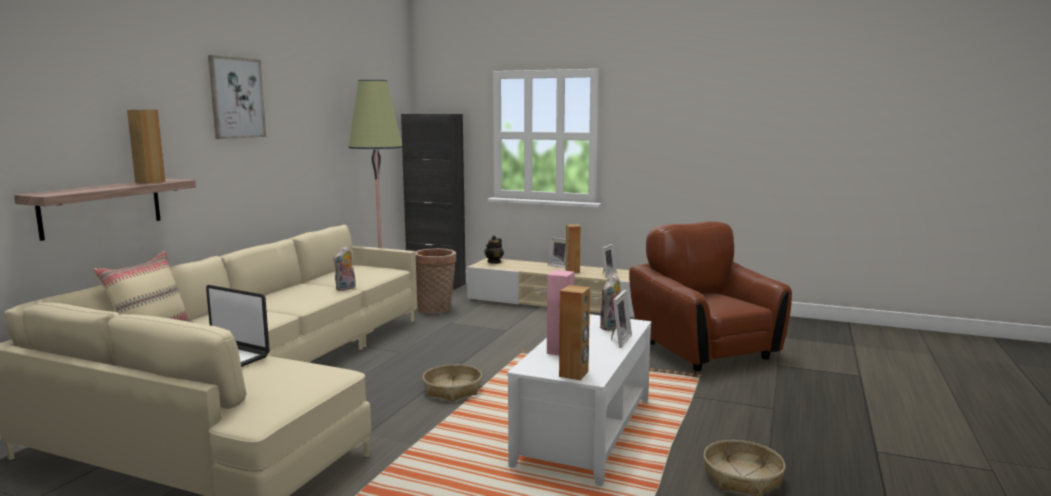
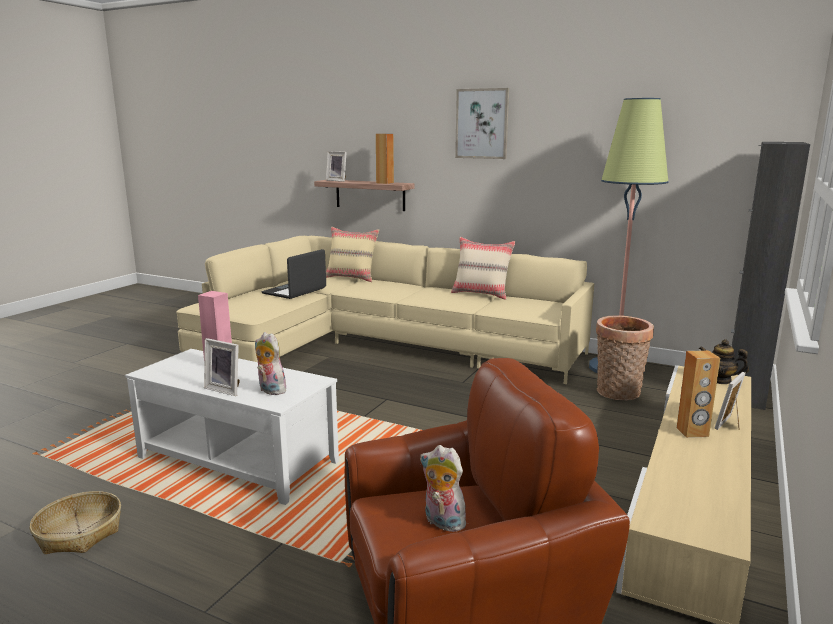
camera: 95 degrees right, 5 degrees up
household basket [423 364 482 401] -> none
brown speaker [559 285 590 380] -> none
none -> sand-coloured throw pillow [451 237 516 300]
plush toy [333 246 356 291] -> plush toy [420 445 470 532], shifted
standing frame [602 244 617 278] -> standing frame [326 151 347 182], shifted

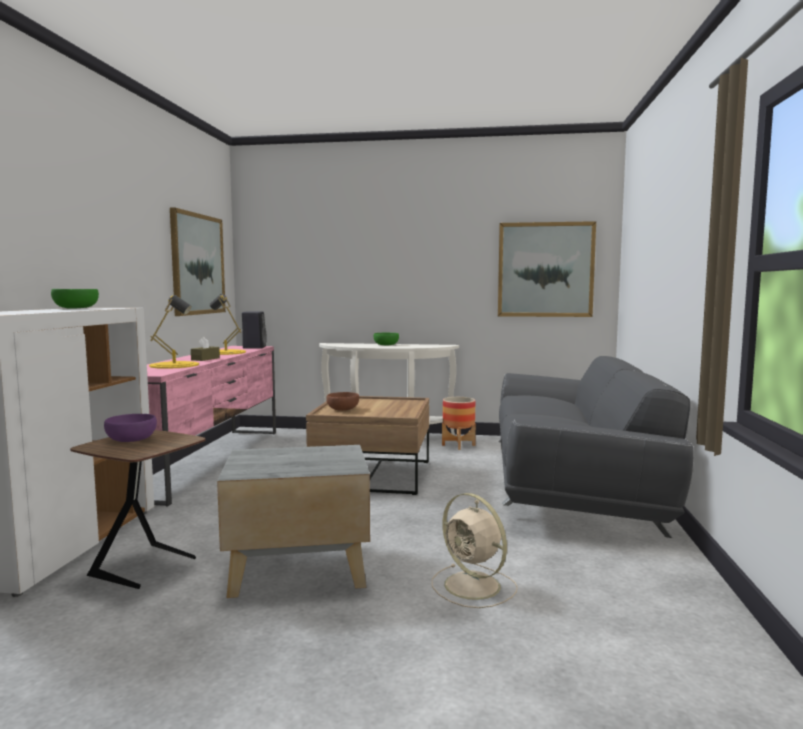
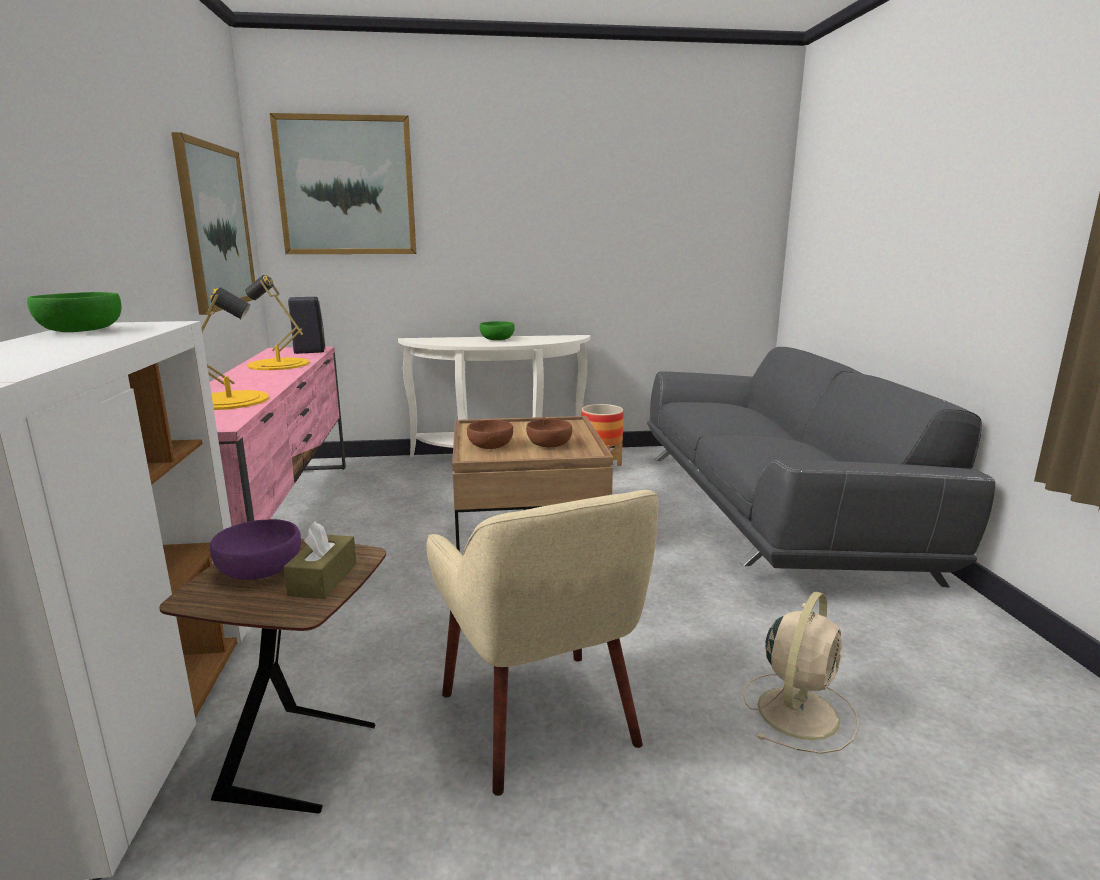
camera: 15 degrees left, 10 degrees up
none -> brown serving bowl [526 419 572 447]
brown tissue box [191 337 220 361] -> brown tissue box [284 522 356 599], shifted
wall picture [498 221 596 317] -> wall picture [270 113 416 254], shifted
grey accent table [217 445 370 598] -> sand-coloured easy chair [427 490 658 796]
sand-coloured electric fan [432 493 518 608] -> sand-coloured electric fan [744 592 859 754], 90 degrees counterclockwise

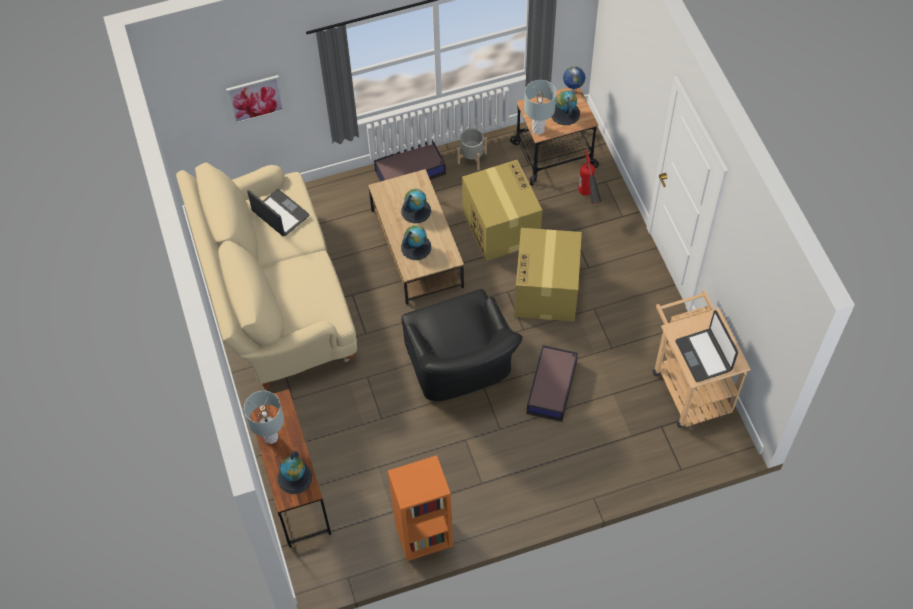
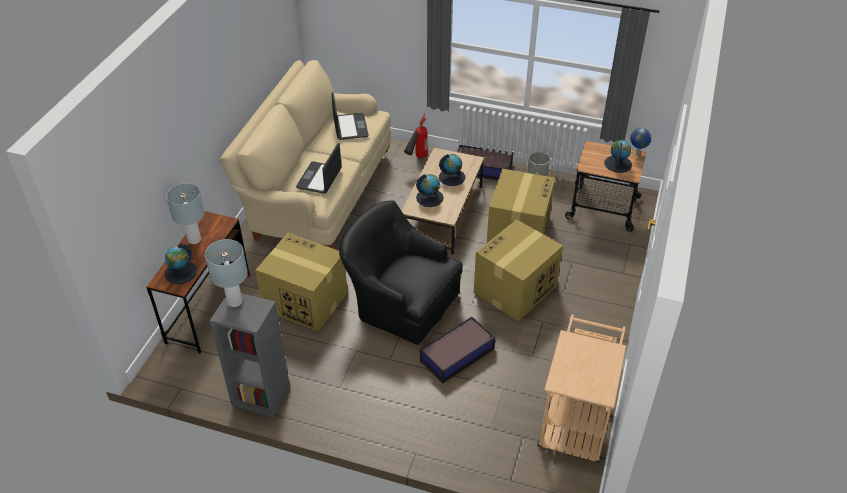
camera: 35 degrees right, 15 degrees down
wall picture [226 75 285 124] -> none
none -> cardboard box [255 233 348 332]
grey lamp for a table [524 80 556 135] -> grey lamp for a table [205 239 248 307], shifted
fire-fighting cylinder [578 150 602 204] -> fire-fighting cylinder [404 114 428 158], shifted
laptop [676 310 738 382] -> laptop [296 143 342 194], shifted
orange-coloured bookshelf [388 455 453 561] -> grey bookshelf [210 293 290 417]
black easy chair [401 289 523 401] -> black easy chair [339 201 463 345], 105 degrees clockwise

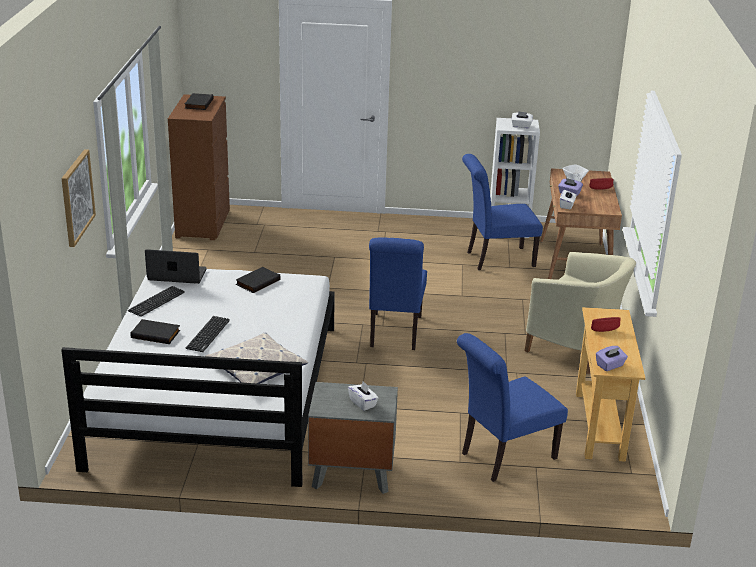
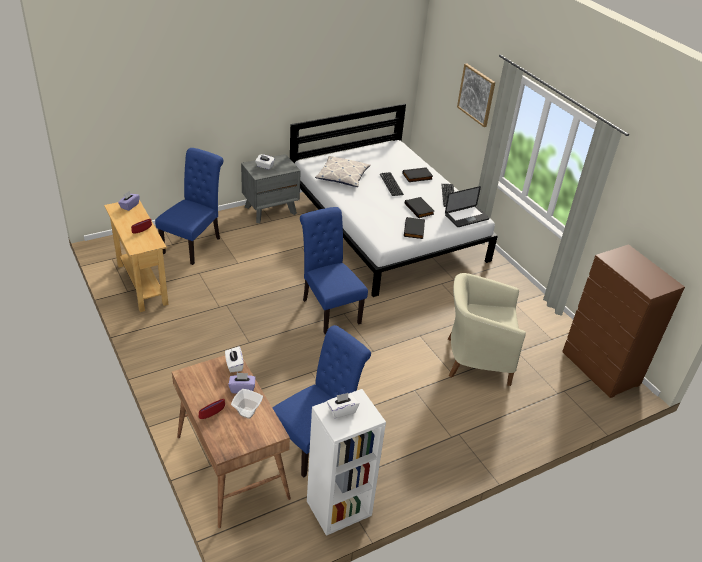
camera: 145 degrees right, 10 degrees up
black book [185 93 214 110] -> black book [405 197 434 218], shifted
sand-coloured easy chair [525 252 636 374] -> sand-coloured easy chair [448 273 526 386], shifted

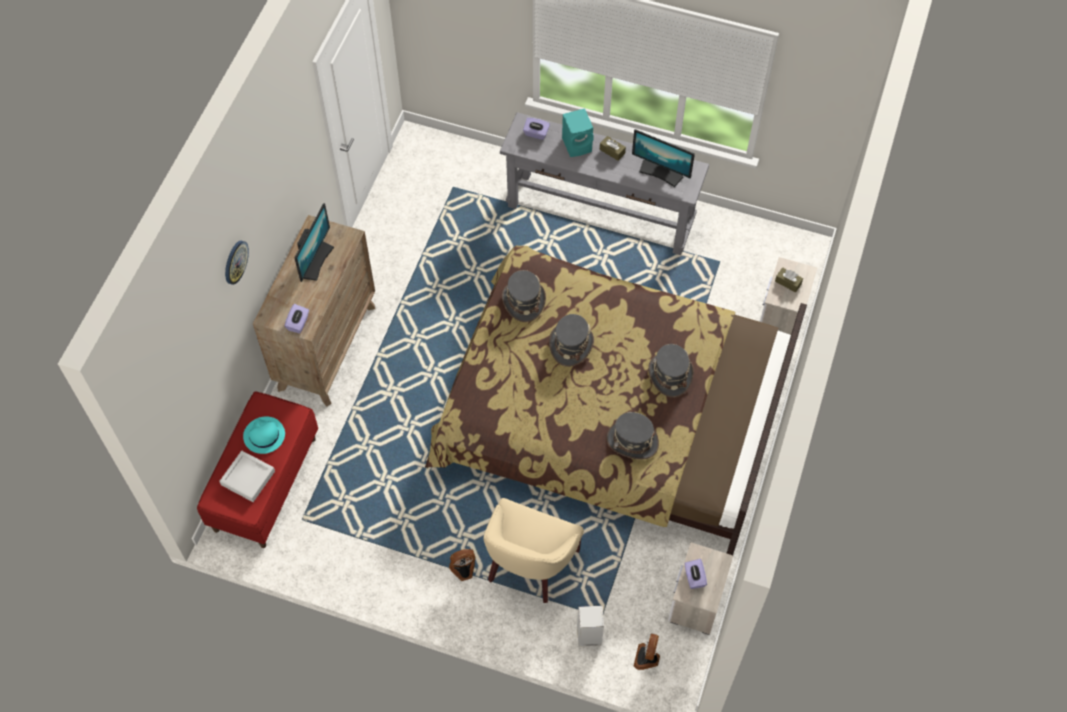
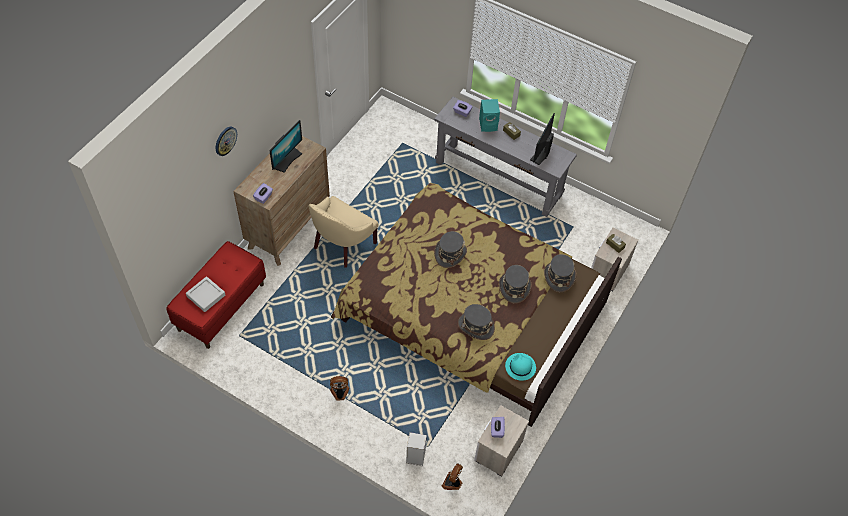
camera: 10 degrees right, 5 degrees down
turquoise-coloured hat [243 416 285 454] -> turquoise-coloured hat [505 353 536 381], shifted
sand-coloured easy chair [483 498 584 603] -> sand-coloured easy chair [308 196 379 268], shifted
grey hat [502 270 546 322] -> grey hat [544 254 576 293], shifted
monitor [632 129 695 187] -> monitor [530 113 555 165], 75 degrees clockwise

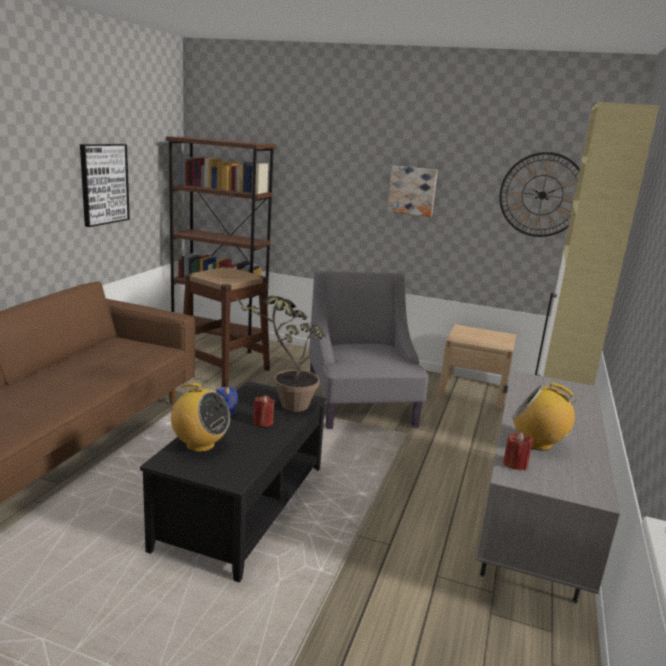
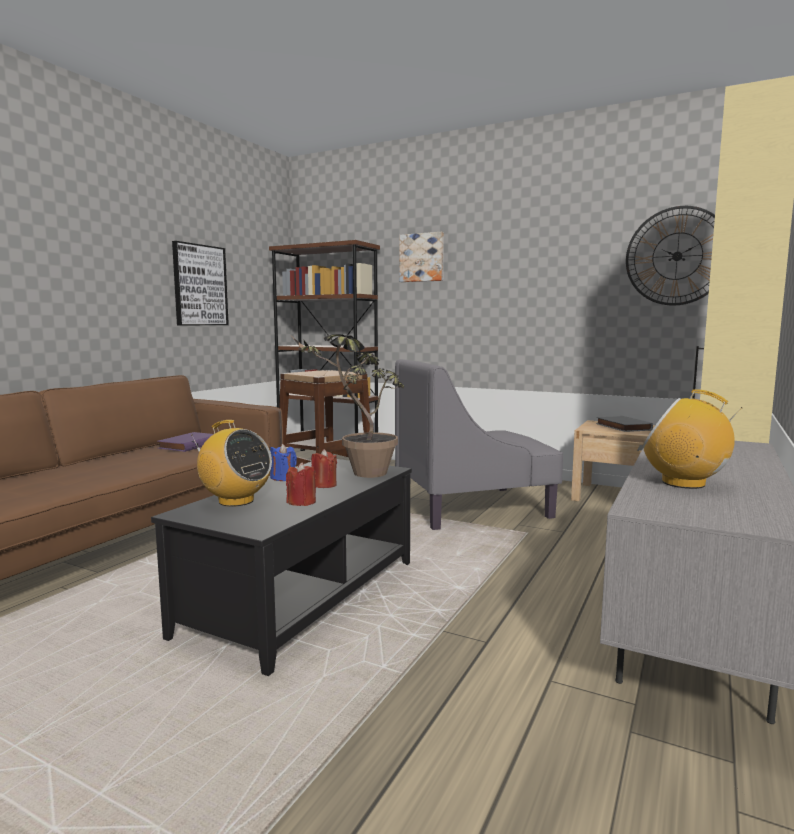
camera: 10 degrees right, 10 degrees down
none -> purple-coloured book [157 432 213 452]
none -> grey book [596 416 653 432]
wall picture [387 166 438 217] -> wall picture [399 232 444 282], shifted
reddish candle [503 432 533 470] -> reddish candle [286 462 316 506], shifted
grey easy chair [309 271 429 429] -> grey easy chair [395 359 563 530], 105 degrees counterclockwise

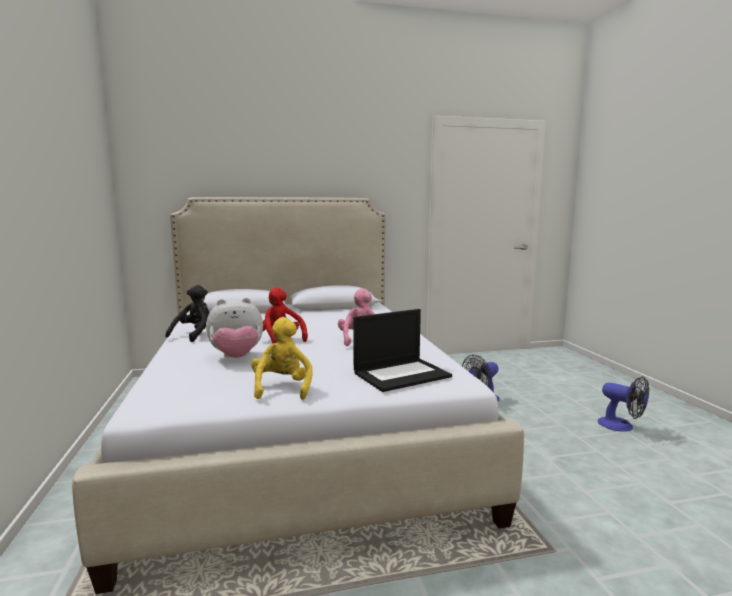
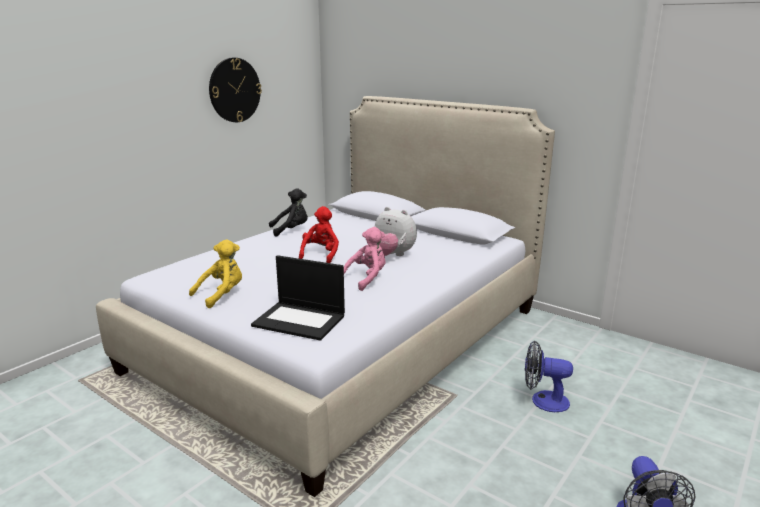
camera: 50 degrees right, 10 degrees up
none -> hanging clock [209 58 262 122]
plush toy [206 298 263 358] -> plush toy [375 207 417 256], shifted

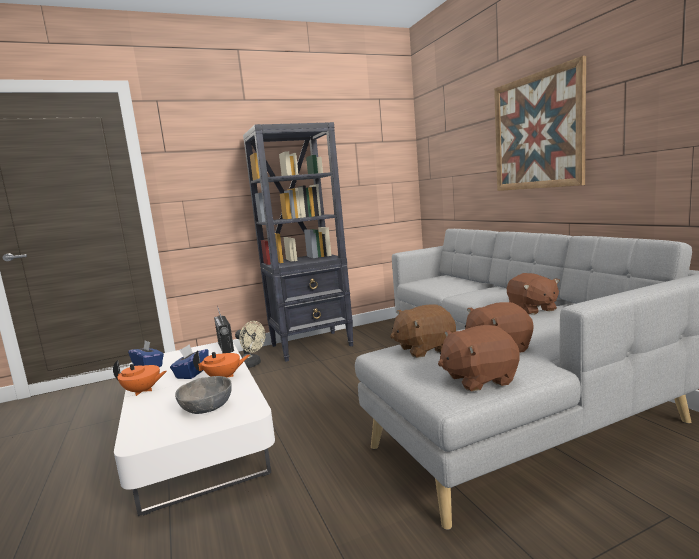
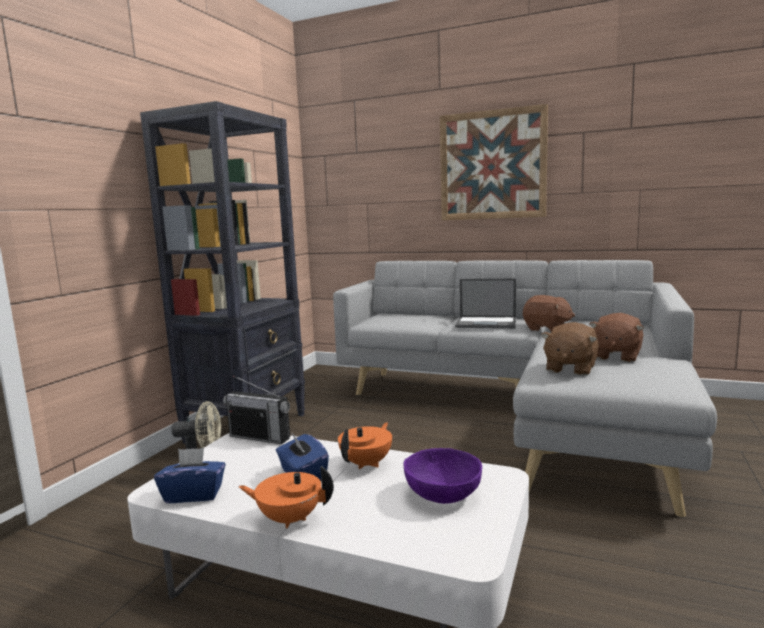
camera: 45 degrees left, 0 degrees up
brown plush toy [438 325 520 391] -> none
none -> laptop [455 278 516 329]
grey serving bowl [175 376 232 414] -> purple-coloured serving bowl [404 448 482 504]
orange-coloured pot for tea [113 360 167 396] -> orange-coloured pot for tea [239 466 334 528], 135 degrees counterclockwise

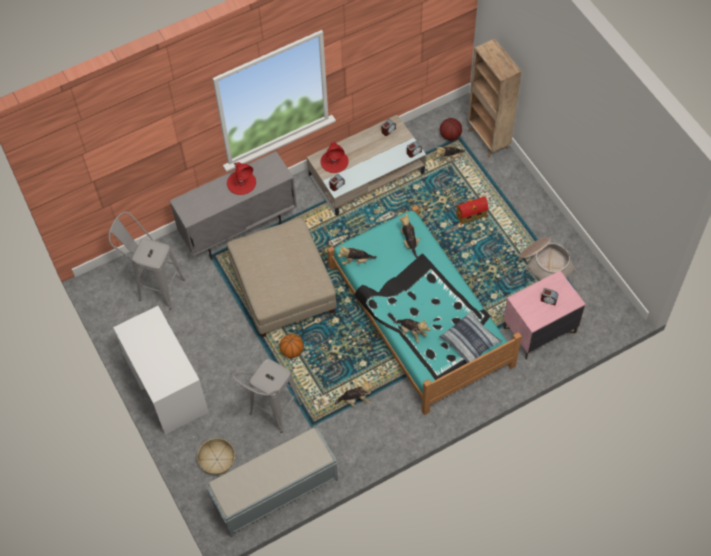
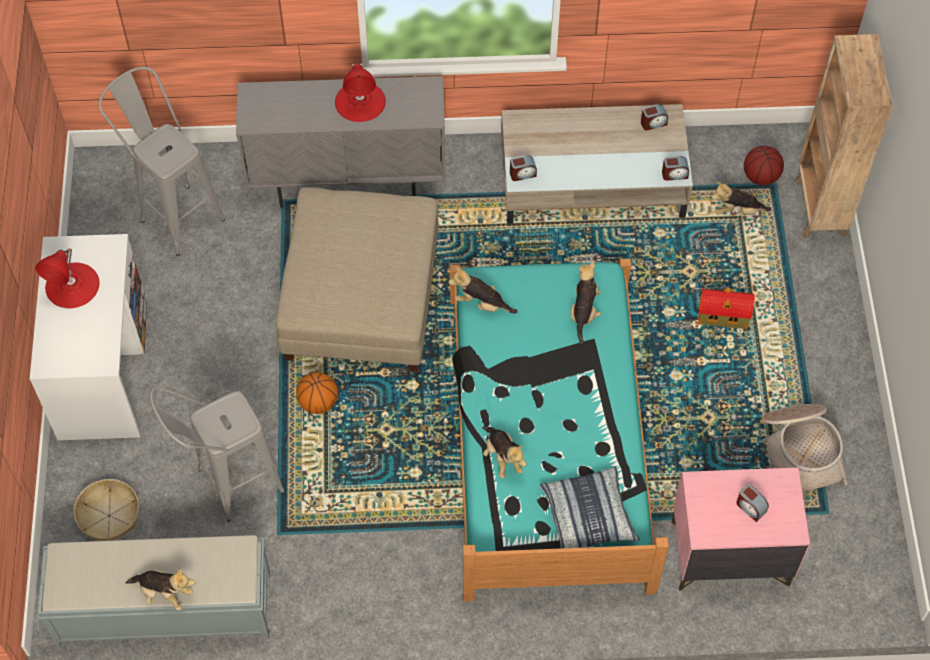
camera: 25 degrees right, 0 degrees up
reddish lamp for a table [320 141 349 173] -> reddish lamp for a table [35 249 100 308], shifted
plush toy [335 381 374 407] -> plush toy [126 568 195 611], shifted

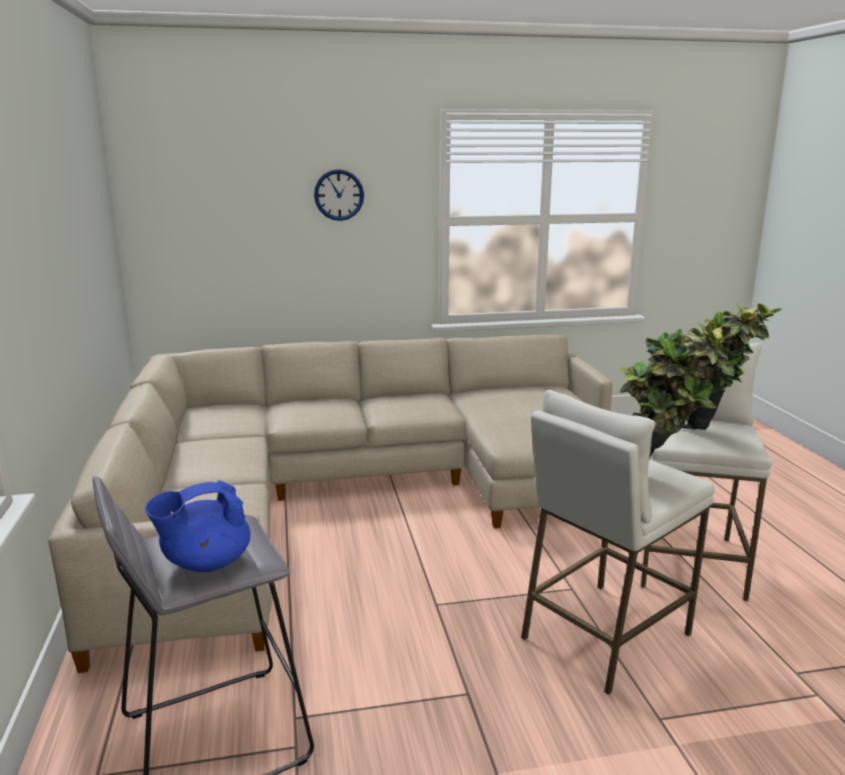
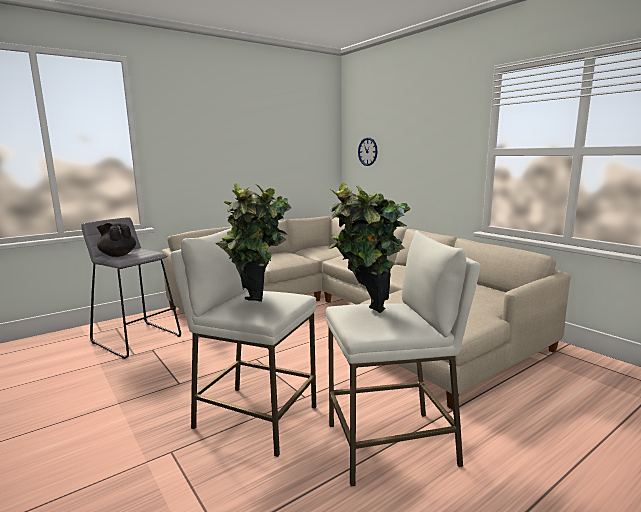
camera: 65 degrees right, 5 degrees down
hanging clock [314 169 364 221] -> hanging clock [358 137 378 166], shifted
blue-coloured pot for tea [145 480 250 572] -> black pot for tea [97 221 136 257]

